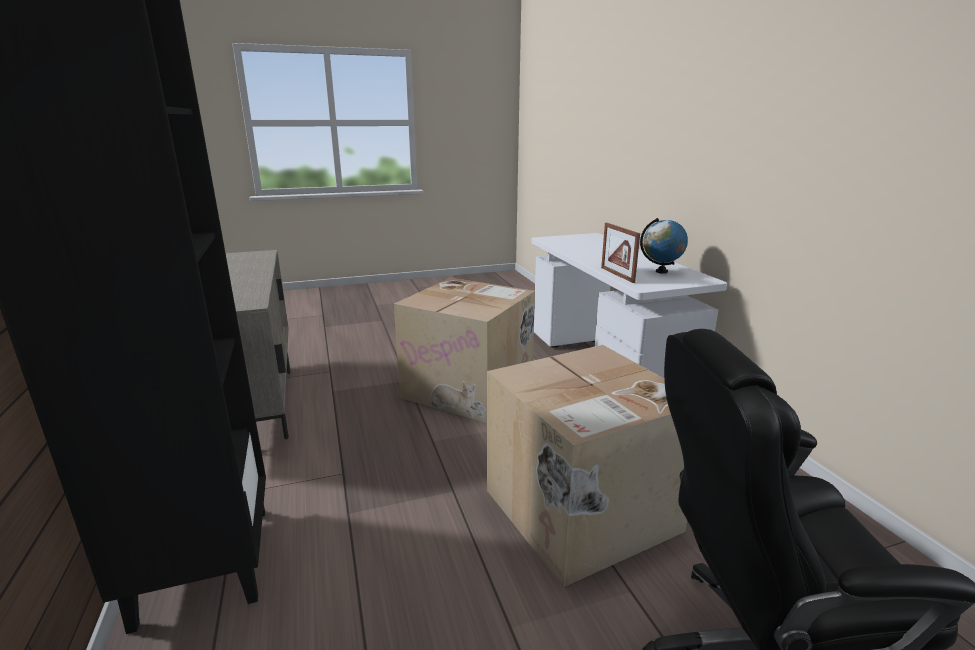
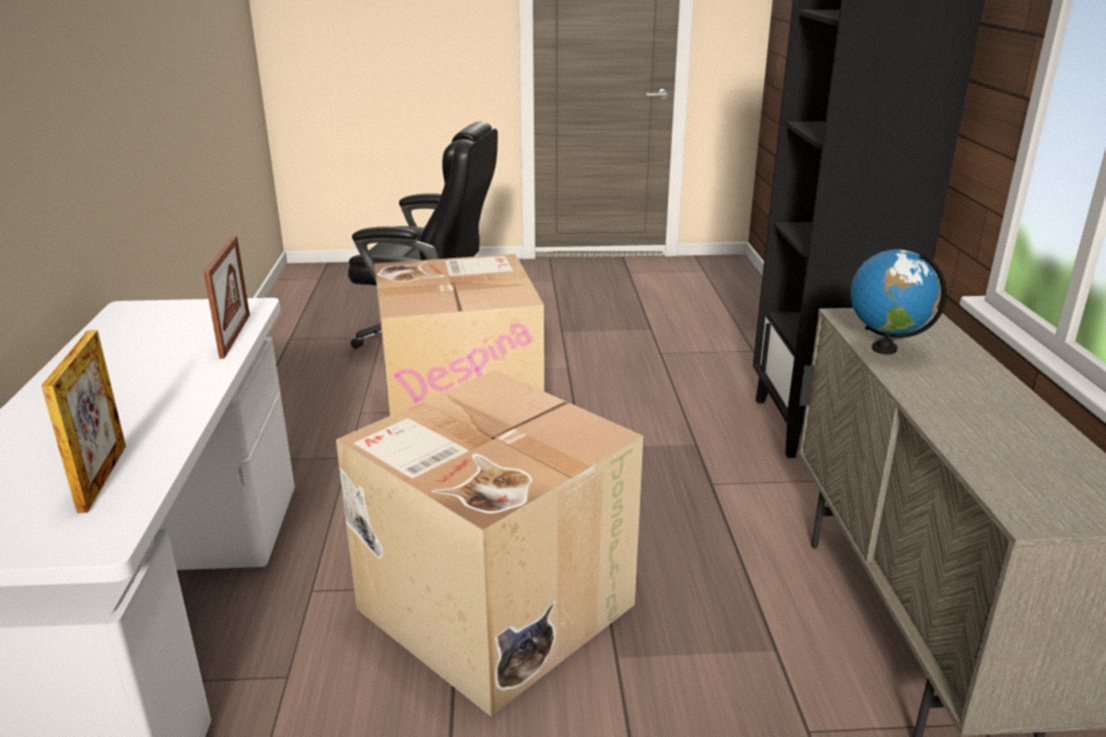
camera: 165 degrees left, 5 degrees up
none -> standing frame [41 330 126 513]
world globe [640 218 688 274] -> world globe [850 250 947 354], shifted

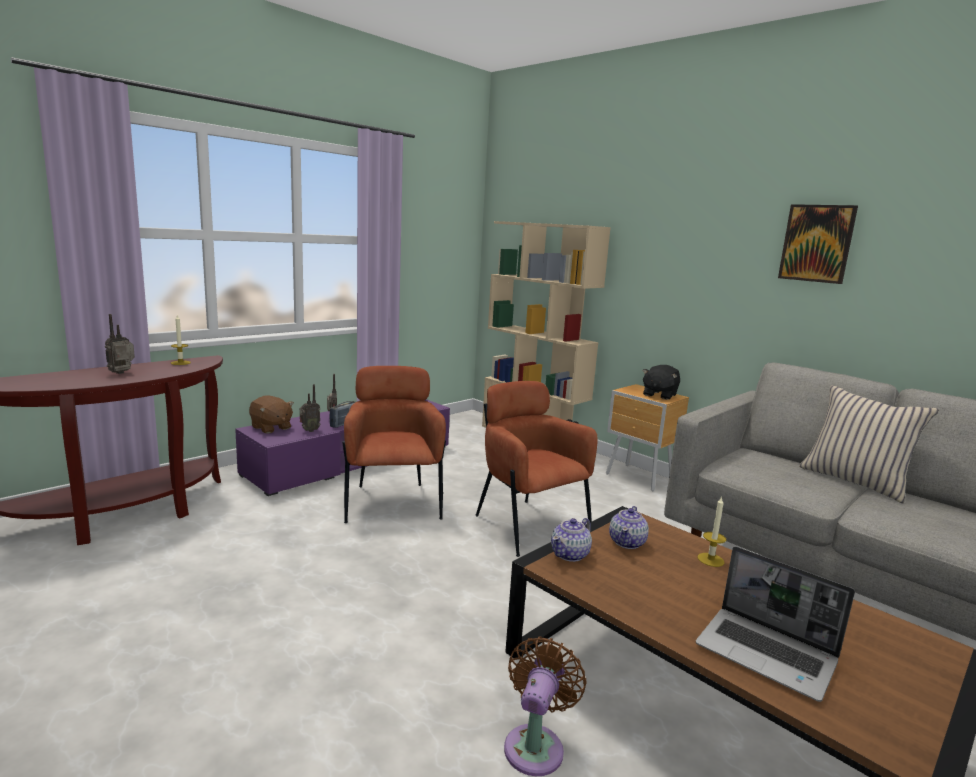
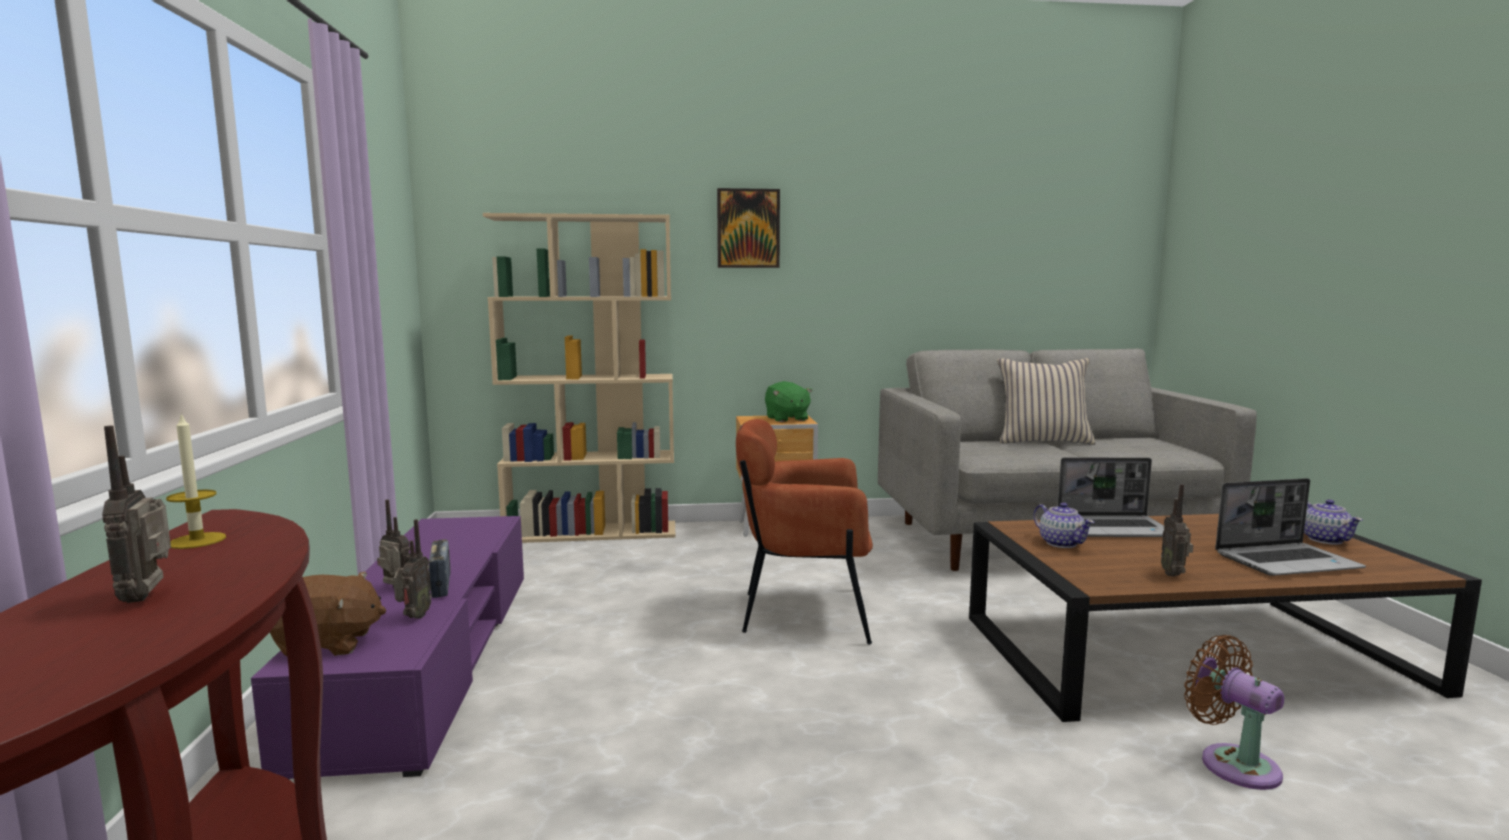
camera: 50 degrees left, 5 degrees down
brown easy chair [342 366 446 523] -> none
none -> radio receiver [1161 484 1193 576]
pot for tea [551 518 592 562] -> pot for tea [1304 499 1363 544], shifted
wall picture [778 204 858 284] -> wall picture [717 188 780 268], shifted
candle [698 496 726 567] -> laptop [1058 457 1164 537]
black plush toy [642 365 680 400] -> green-coloured plush toy [765 381 813 422]

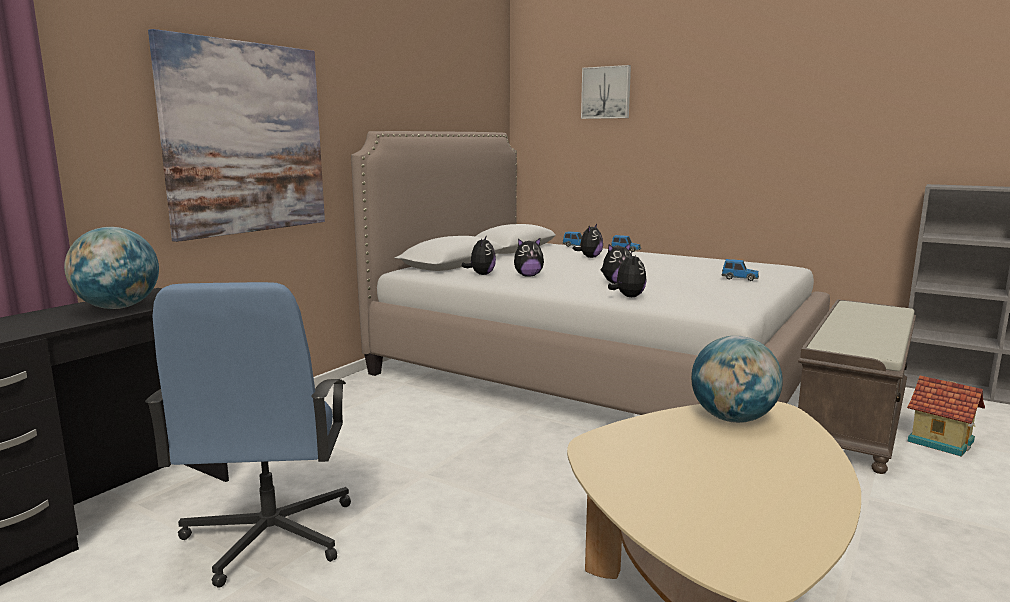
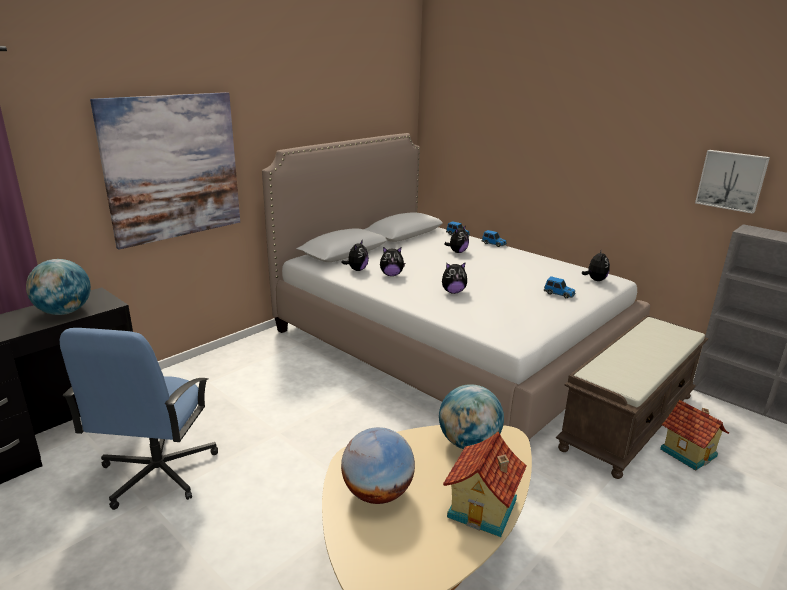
camera: 10 degrees right, 10 degrees up
none -> world globe [341 427 415 504]
none -> miniature house [443 432 527 537]
wall picture [581 65 631 119] -> wall picture [695 150 770 214], shifted
plush toy [608 251 646 297] -> plush toy [582 249 610 281], shifted

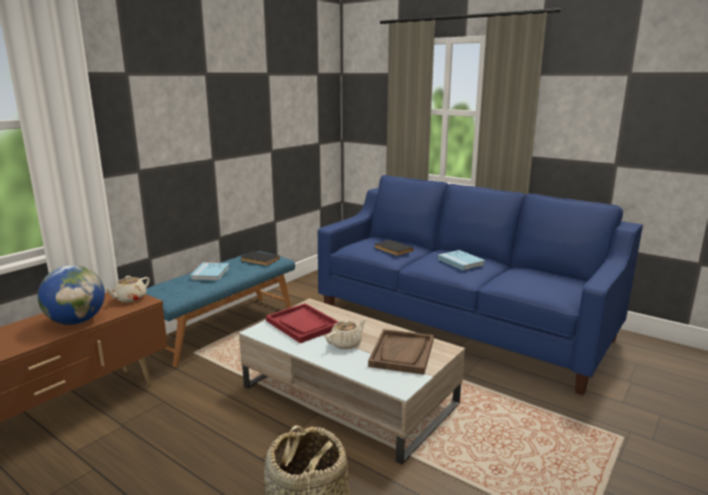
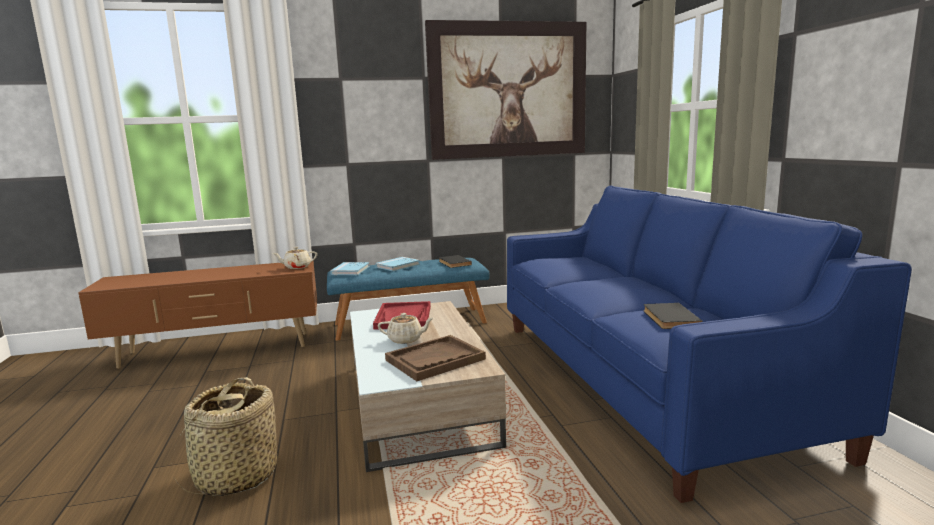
camera: 40 degrees right, 5 degrees down
world globe [38 265 105 325] -> none
none -> wall picture [425 20 587 160]
black book [374 240 414 256] -> black book [644 303 703 329], shifted
blue-coloured book [438 250 486 271] -> blue-coloured book [330 262 369 276], shifted

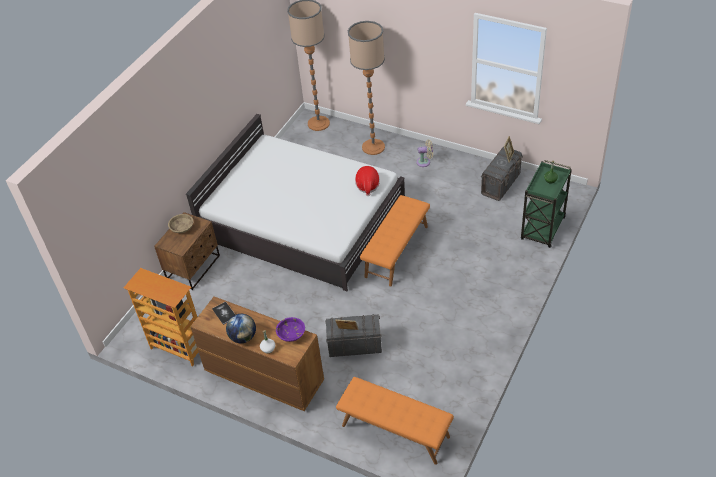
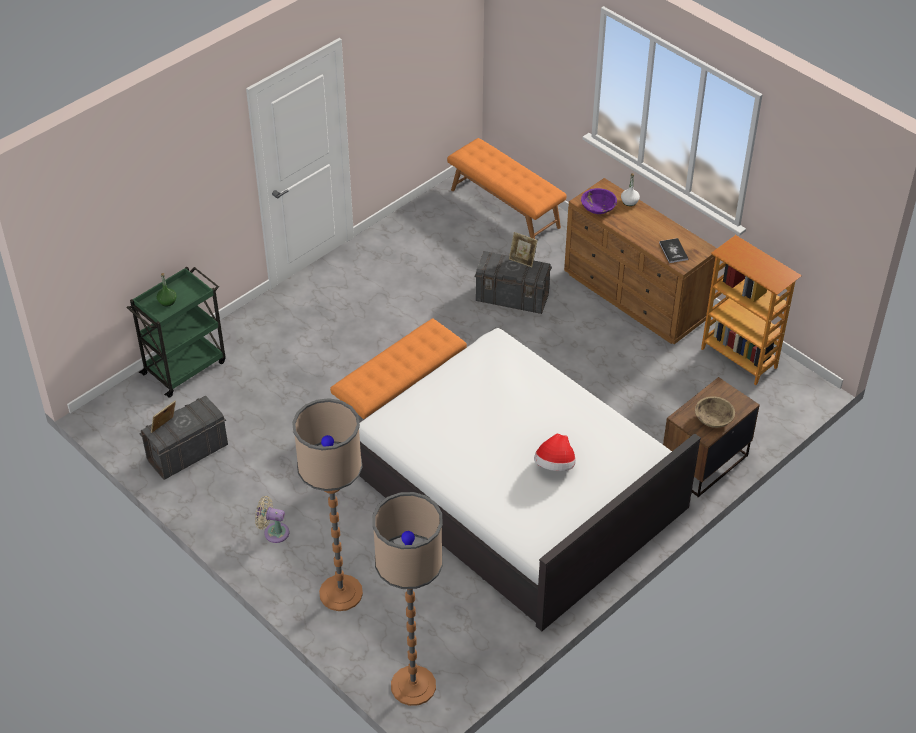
camera: 165 degrees left, 0 degrees up
world globe [226 314 256 343] -> none
hat [355 166 380 196] -> hat [534 434 575 471], shifted

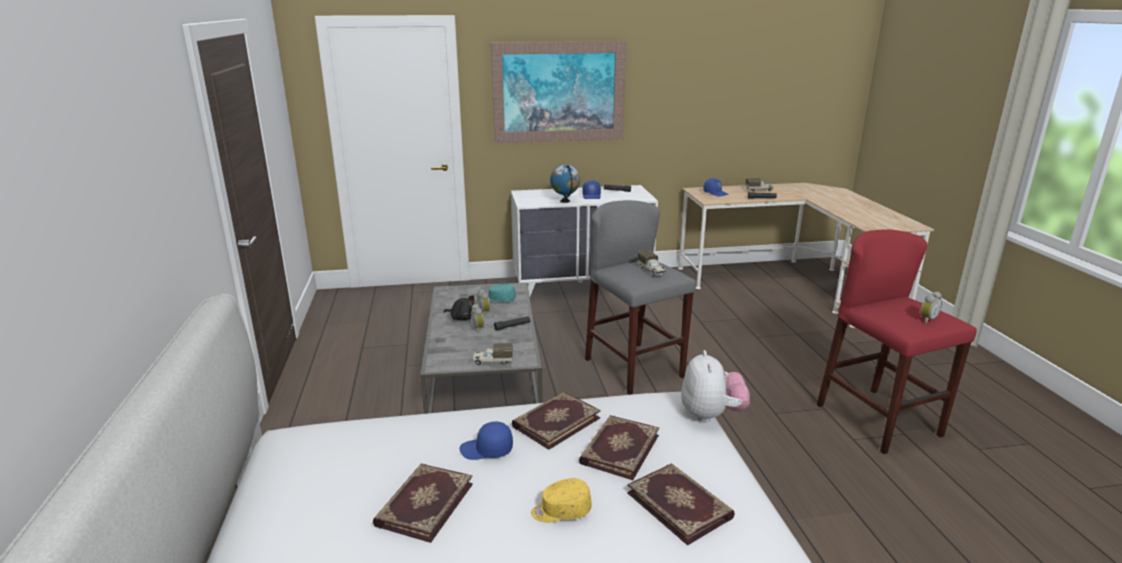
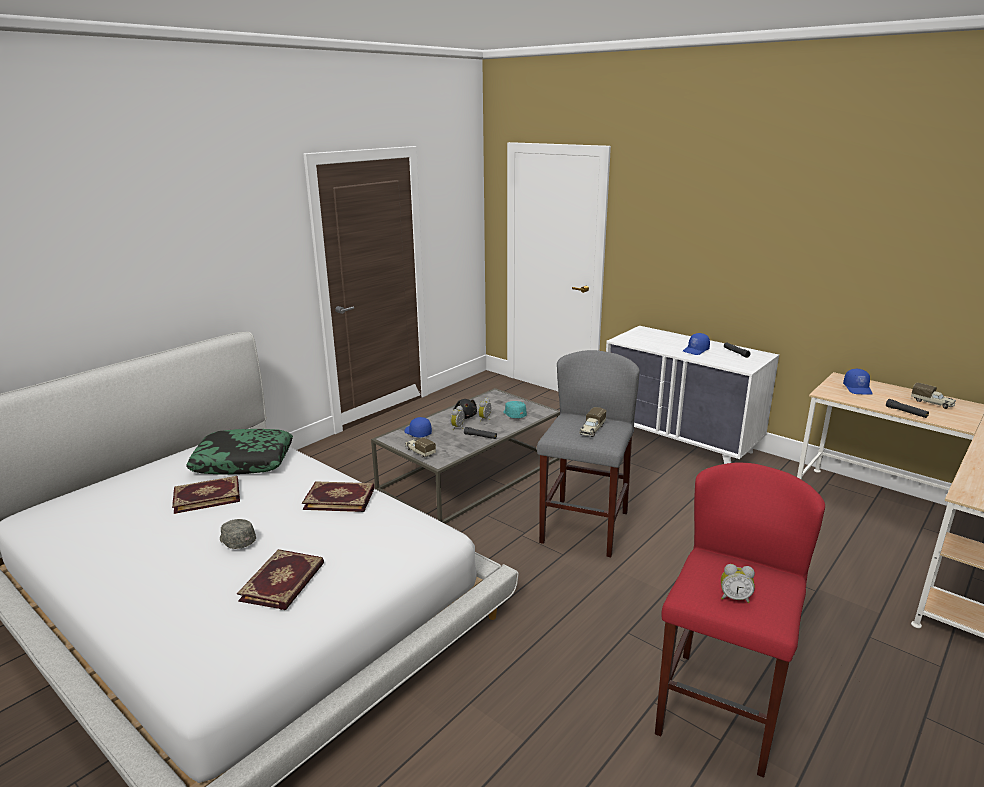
camera: 50 degrees right, 0 degrees up
wall picture [491 41 626 143] -> none
world globe [550 164 580 203] -> none
book [579 415 659 480] -> none
plush toy [681 350 750 423] -> none
none -> throw pillow [186 429 293 475]
blue-coloured cap [459 422 513 460] -> blue-coloured cap [404 417 432 438], shifted
yellowish cap [531 478 592 523] -> grey cap [220 519 256 549]

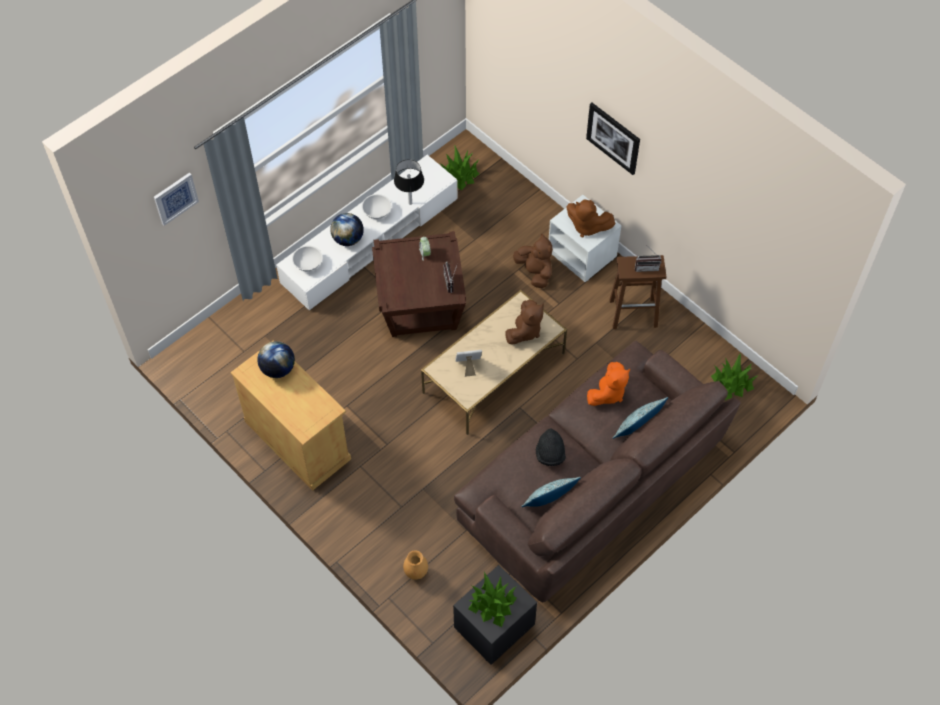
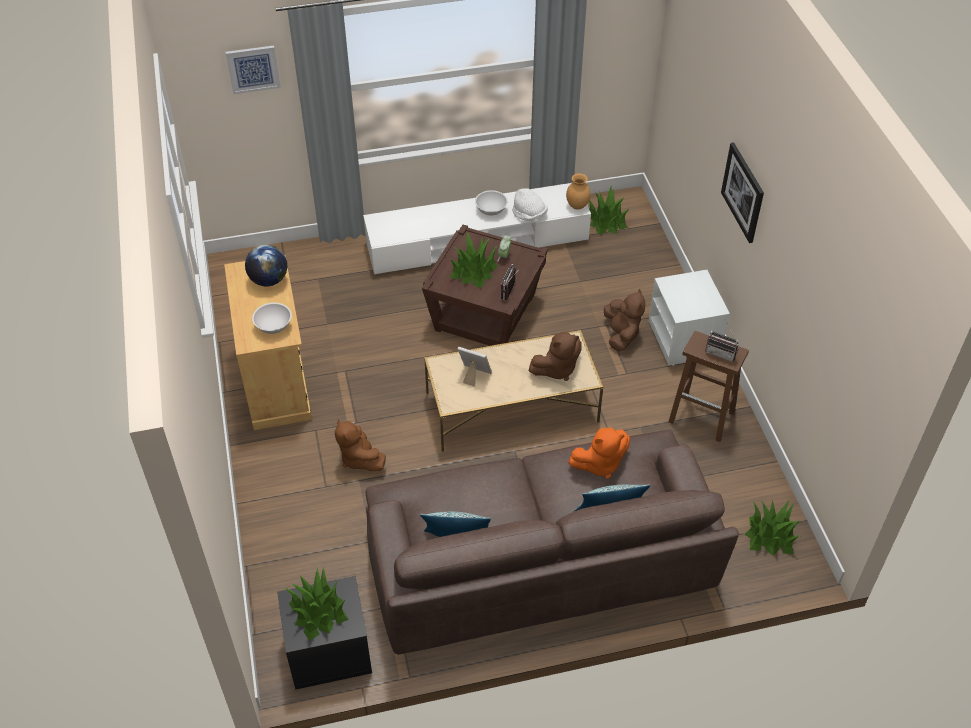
camera: 30 degrees right, 10 degrees down
world globe [330 213 364 246] -> none
black hat [536 428 566 466] -> none
none -> potted plant [450 233 498 288]
whitish serving bowl [292 245 322 271] -> whitish serving bowl [252 303 292 334], shifted
brown flower vase [403 550 428 580] -> brown flower vase [566 173 591 210], shifted
brown plush toy [566 200 615 237] -> brown plush toy [335 420 386 471], shifted
black lamp for a table [394 160 424 205] -> whitish hat [512 188 548 221]

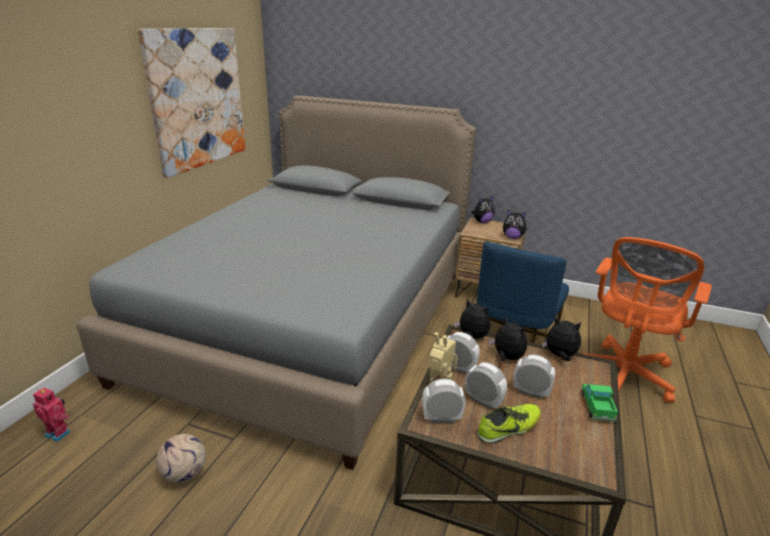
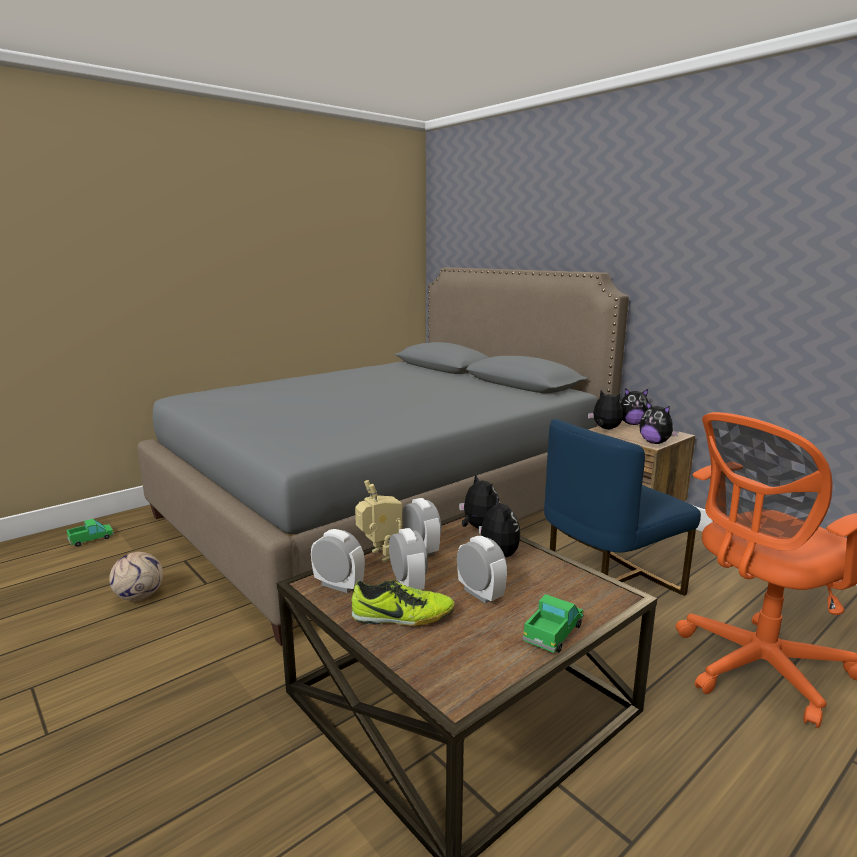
camera: 30 degrees right, 10 degrees down
wall picture [138 28 246 178] -> none
plush toy [542 317 581 361] -> plush toy [588 390 623 429], shifted
model robot [33 387 71 442] -> toy truck [67 519 114 547]

